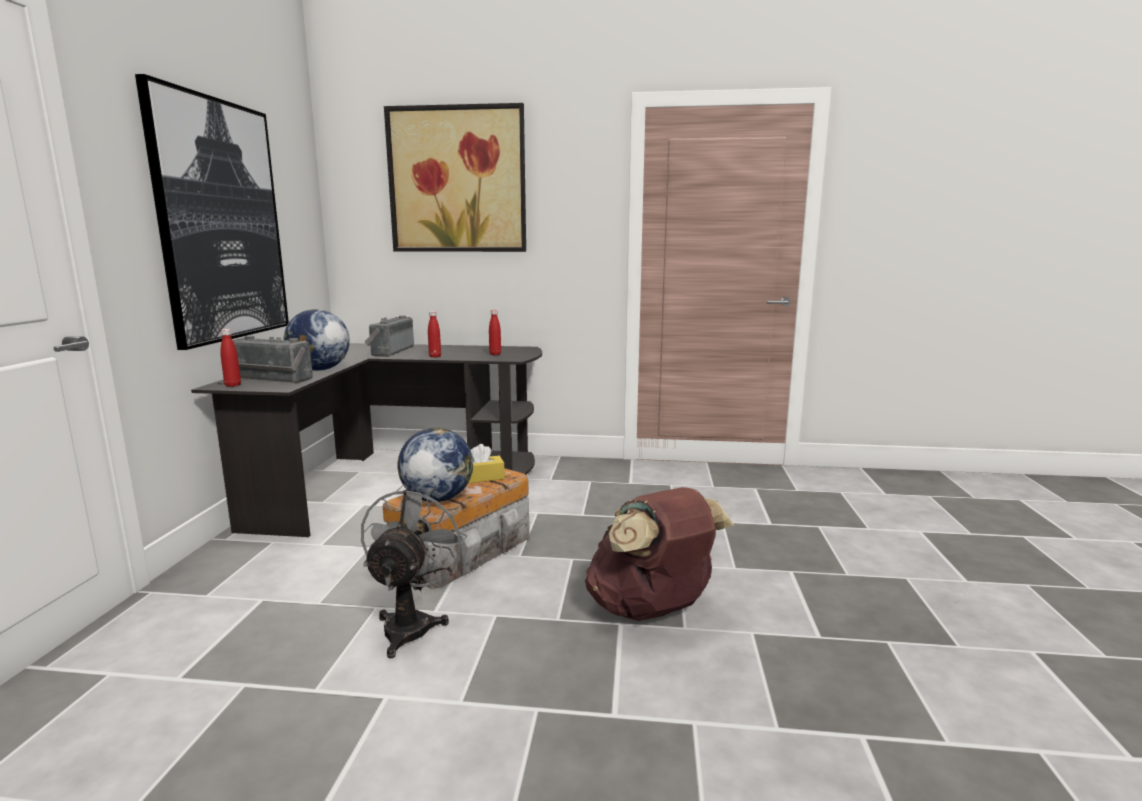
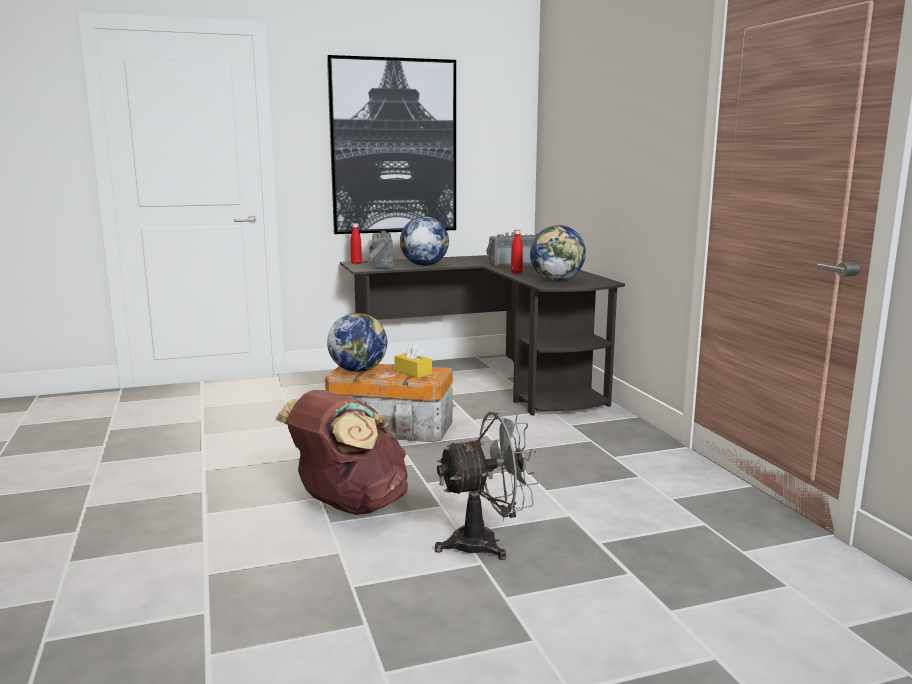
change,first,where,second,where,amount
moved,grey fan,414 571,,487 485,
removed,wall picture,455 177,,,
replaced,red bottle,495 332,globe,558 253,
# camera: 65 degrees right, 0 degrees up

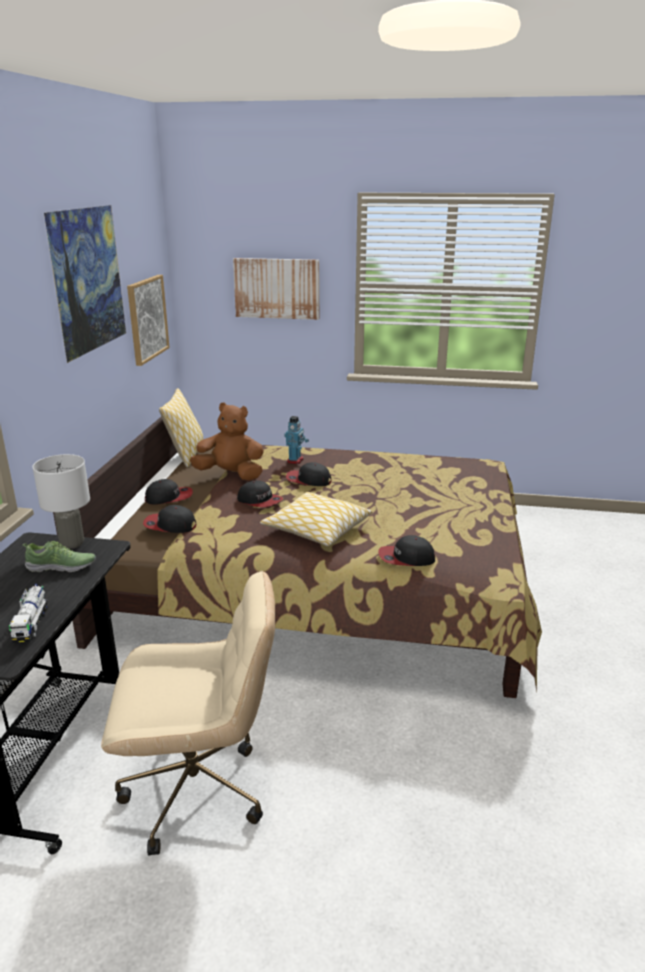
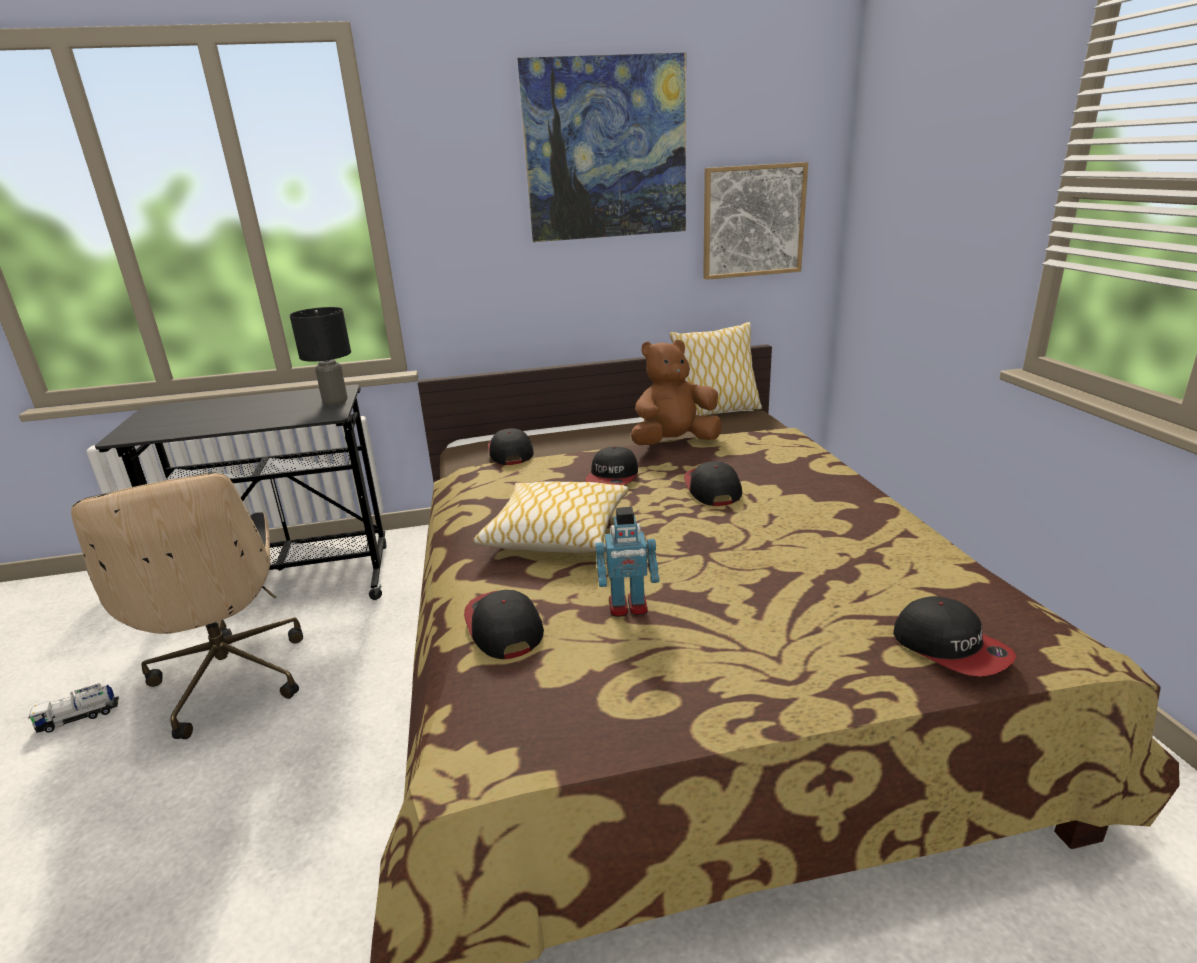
change,first,where,second,where,amount
moved,toy lorry,28 613,,73 708,
removed,item of footwear,59 556,,,
recoloured,white lamp for a table,61 501,black lamp for a table,320 356,
recoloured,beige computer chair,188 713,black computer chair,187 605,
moved,cap,169 492,,955 636,
turned,brownish cuddly toy,227 441,,676 392,105 degrees counterclockwise
removed,wall picture,276 289,,,
moved,toy robot,296 440,,628 562,
# camera: 70 degrees right, 0 degrees up

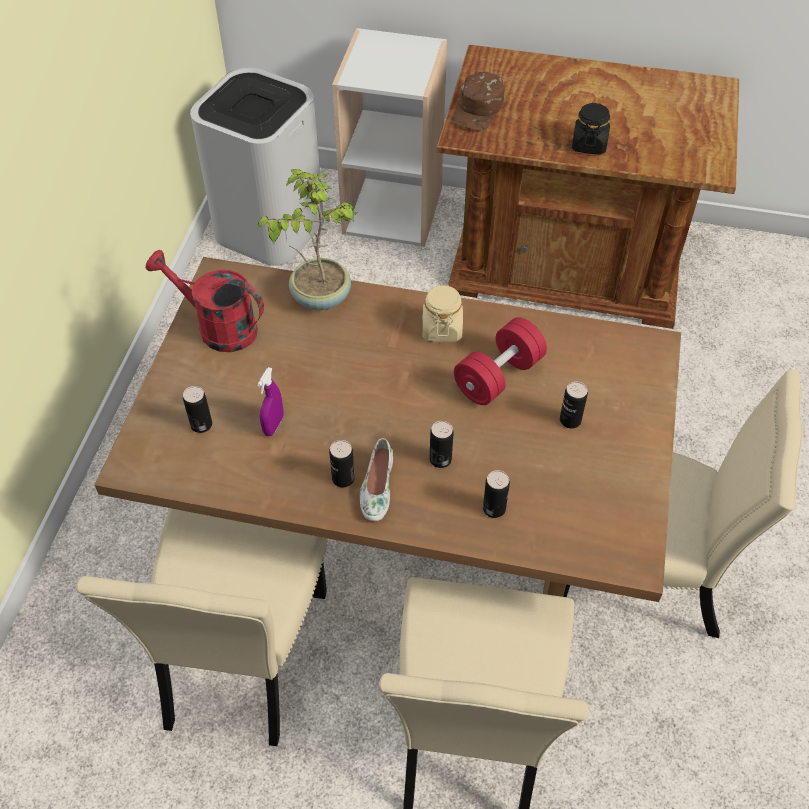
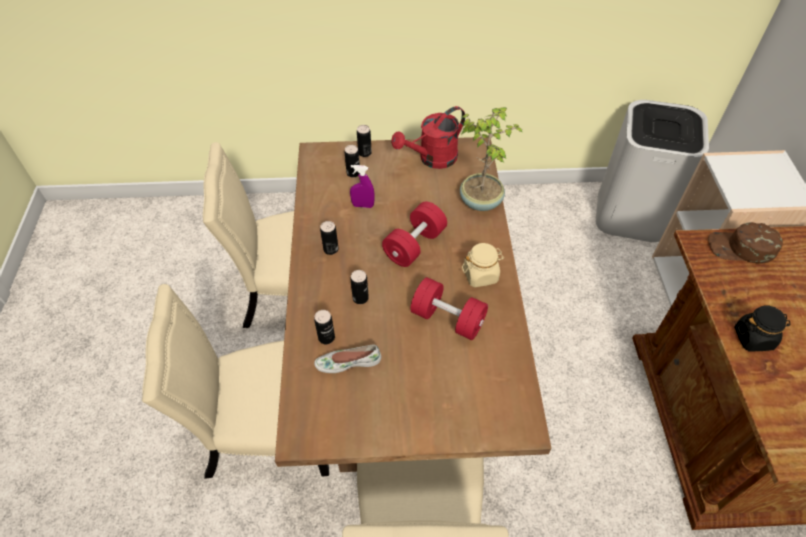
change,first,where,second,where,amount
turned,red sprinkling can,205 301,,428 137,135 degrees counterclockwise
moved,white item of footwear,376 479,,347 359,
moved,can,574 404,,364 141,
added,,,red free weight,414 234,
# camera: 75 degrees right, 0 degrees up

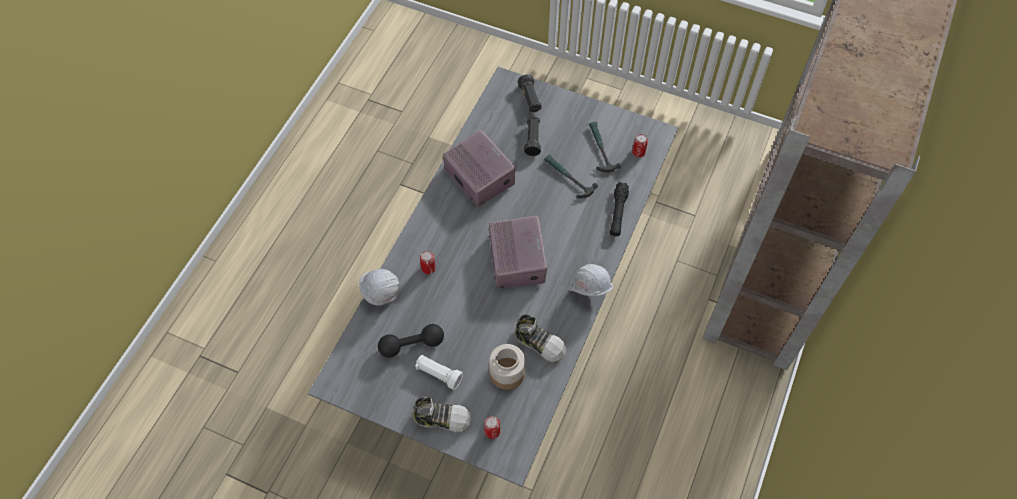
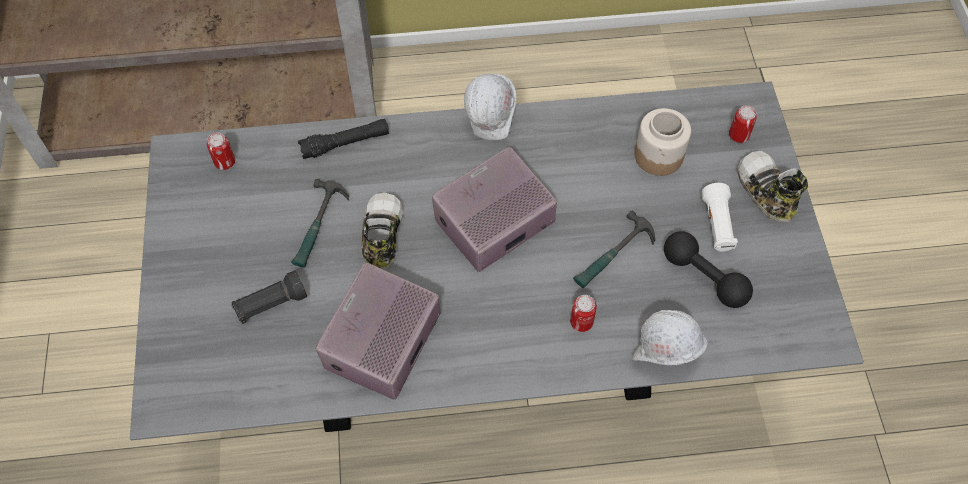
change,first,where,second,where,amount
moved,item of footwear,541 338,,382 231,
removed,black hand torch,529 93,,,
moved,tool hammer,605 147,,614 249,
# camera: 120 degrees left, 0 degrees up

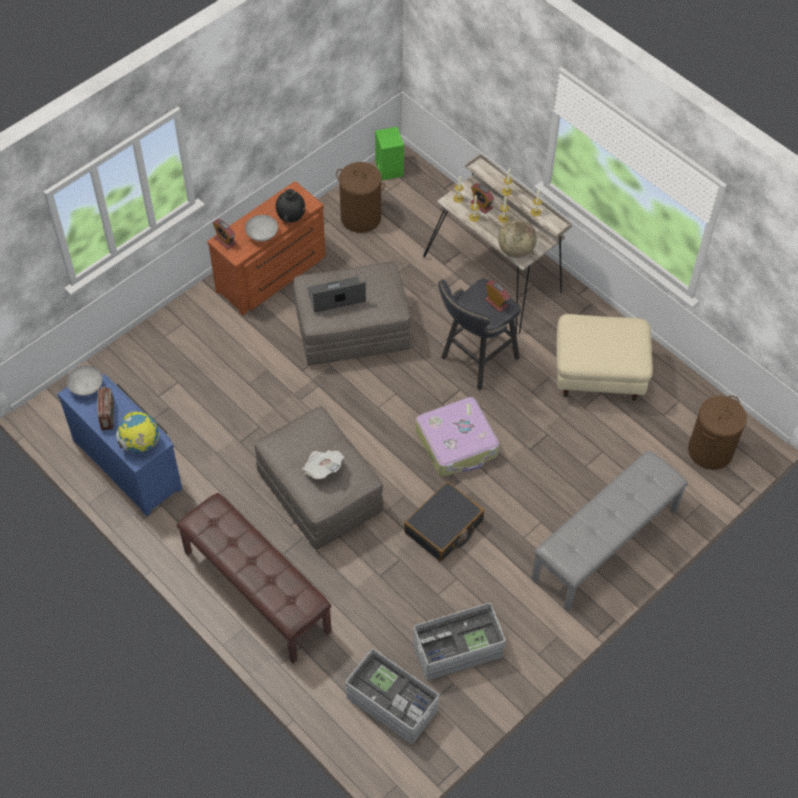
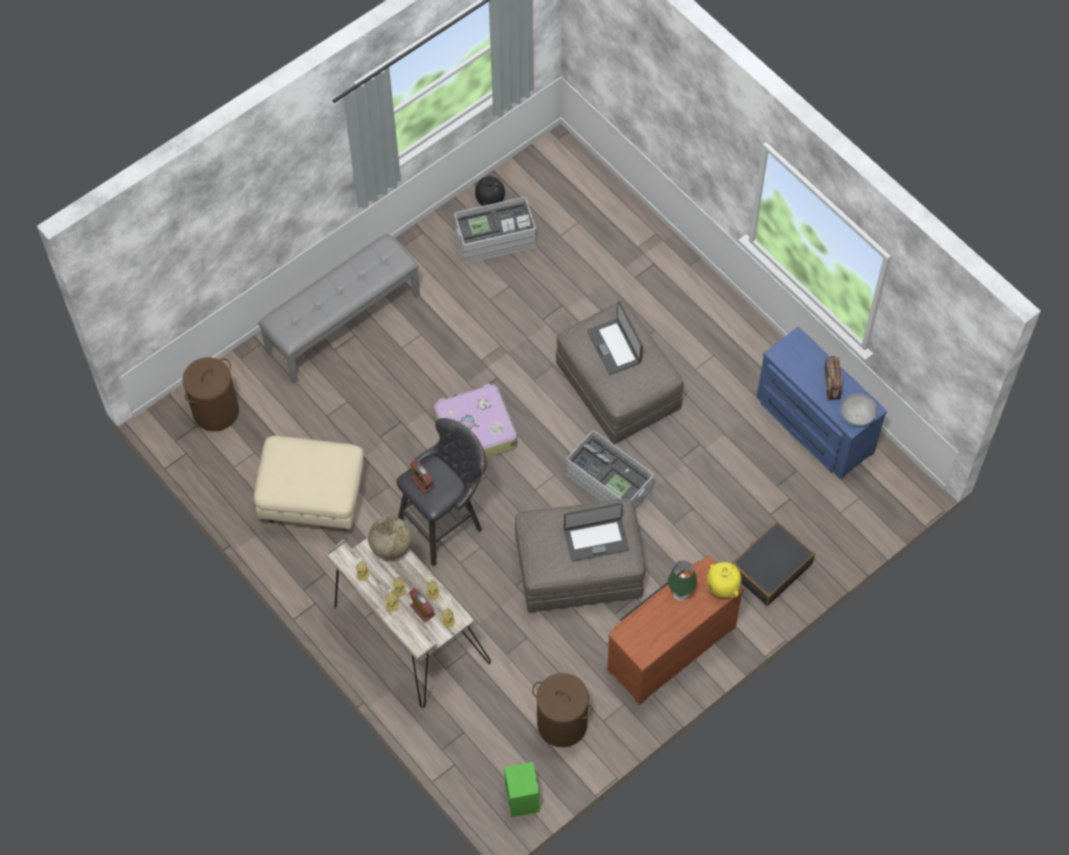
change,first,where,second,where,amount
removed,globe,137 432,,,
removed,brownish long seat,253 578,,,
replaced,alarm clock,225 234,yellow-coloured decorative vase,724 580,
replaced,grey bowl,261 228,greenish lamp for a table,682 581,
moved,black decorative vase,290 206,,490 191,
replaced,daily paper,322 464,portable computer,615 338,
moved,grey storage container,392 696,,610 470,
moved,black suitcase,444 521,,773 564,
# camera: 175 degrees left, 5 degrees up

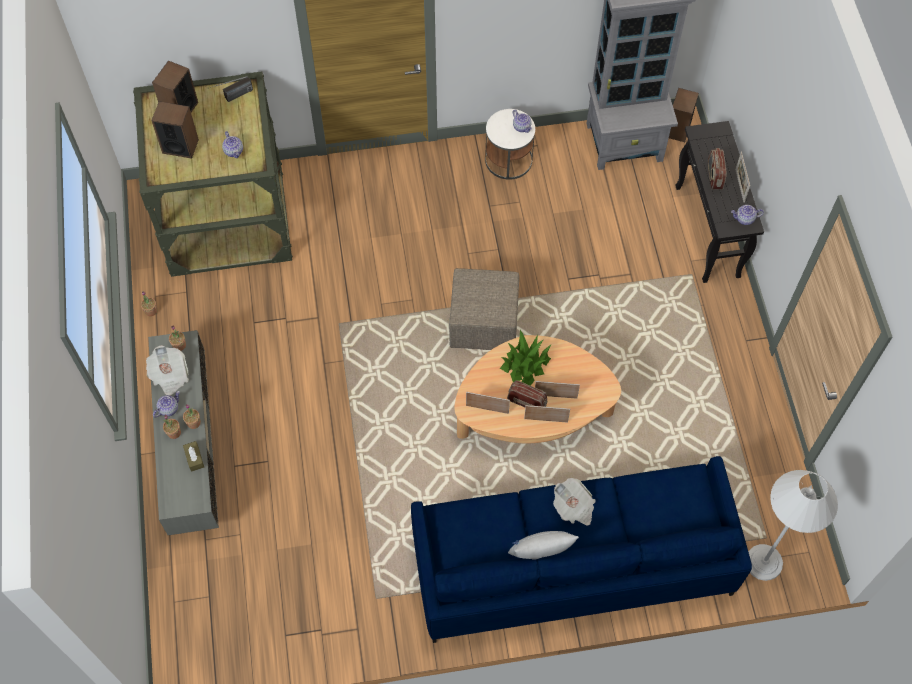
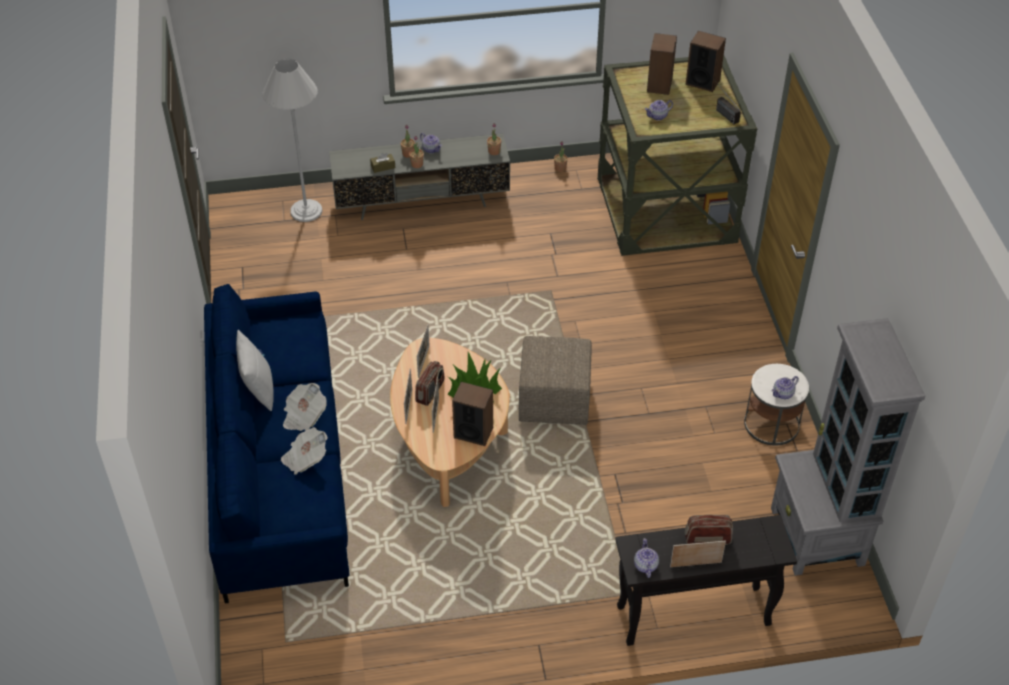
change,first,where,second,where,amount
moved,daily paper,167 370,,304 451,
moved,loudspeaker,684 115,,472 414,
moved,white standing lamp,793 525,,292 140,
# camera: 90 degrees right, 15 degrees down

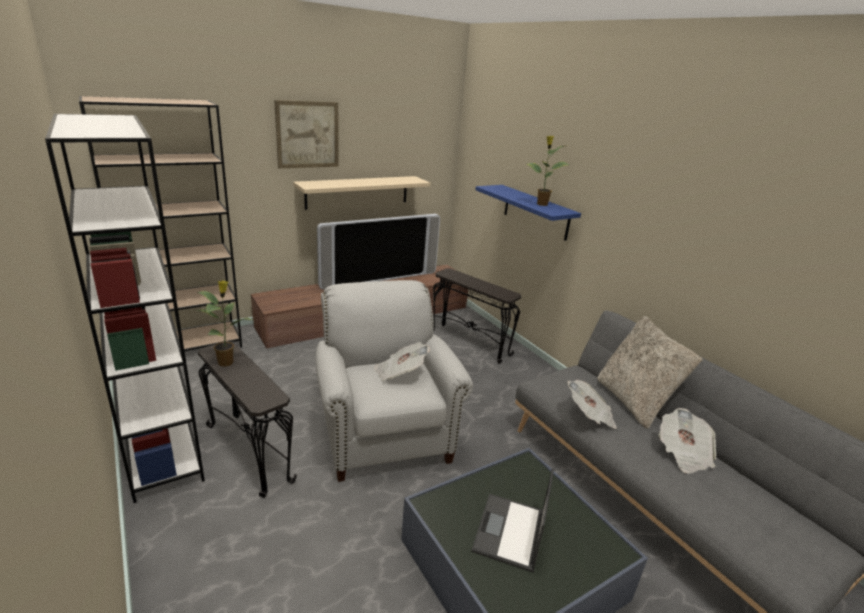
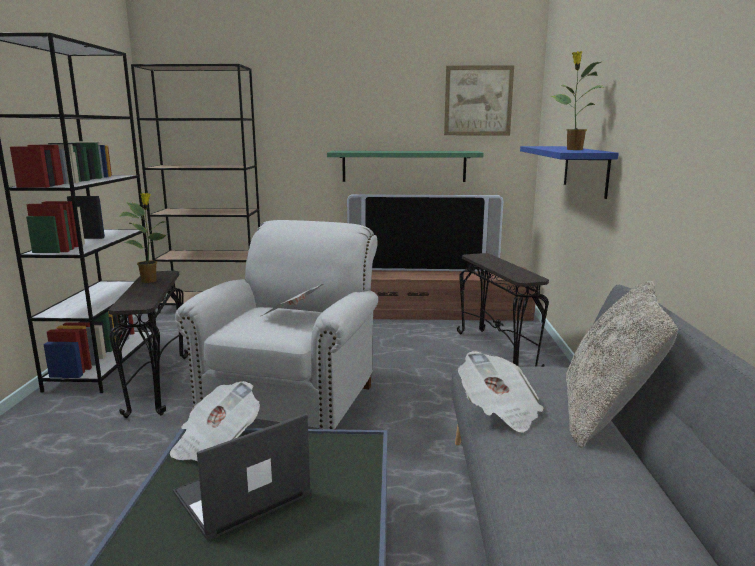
change,first,where,second,where,amount
moved,wall picture,306 134,,479 100,
recoloured,beige bracket shelf,361 193,greenish bracket shelf,405 166,
moved,daily paper,687 440,,215 421,
# camera: 35 degrees right, 10 degrees down

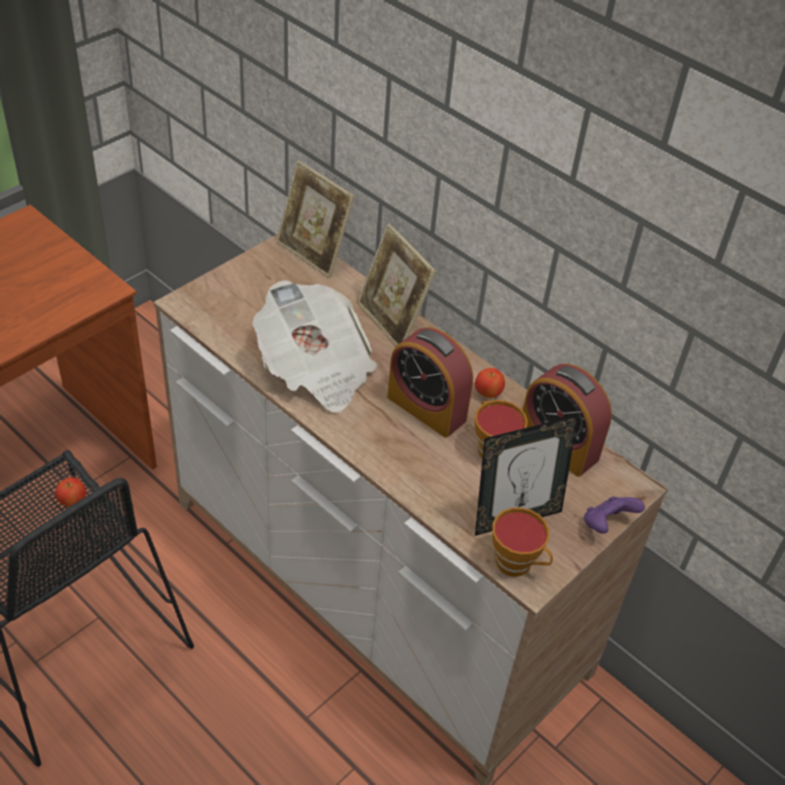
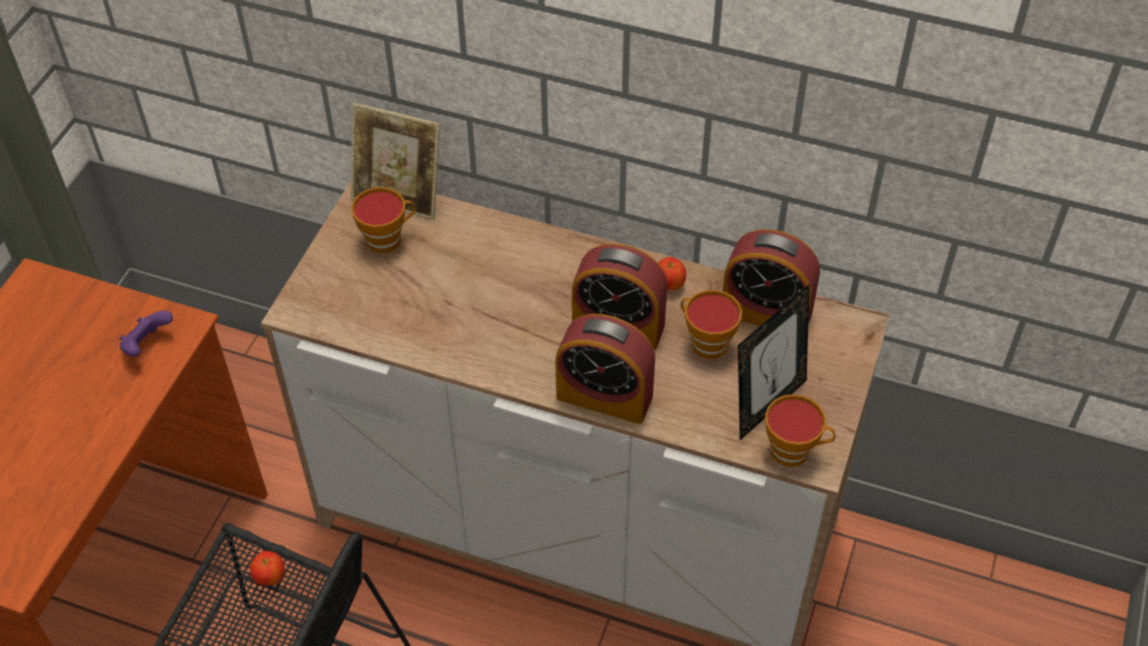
change,first,where,second,where,amount
removed,daily paper,315 346,,,
removed,picture frame,396 284,,,
moved,purple joypad,614 515,,146 333,
added,,,cup,383 220,
added,,,alarm clock,605 369,
# camera: 20 degrees left, 5 degrees up

